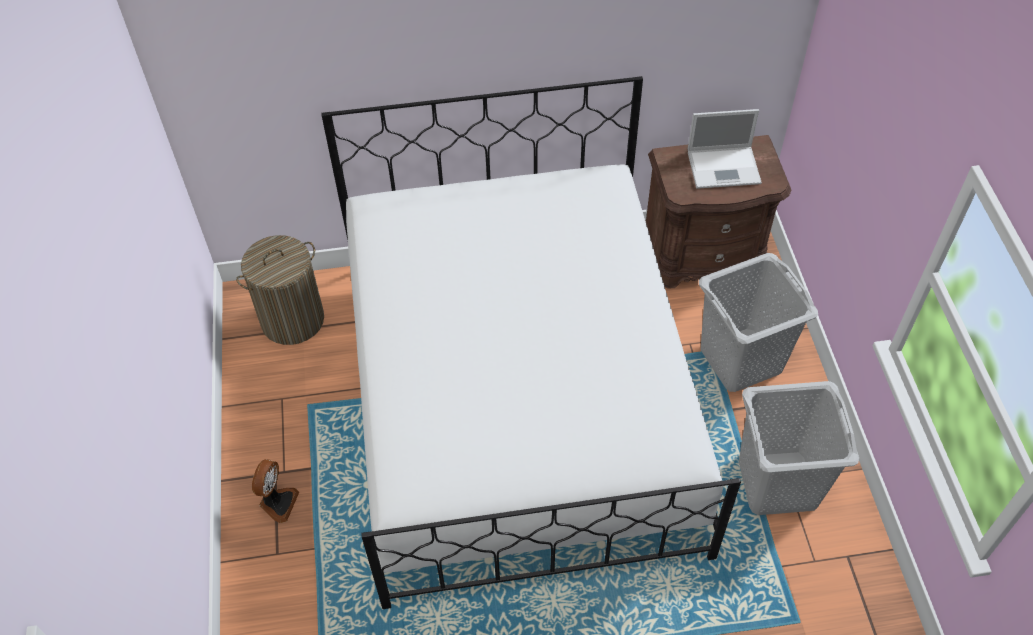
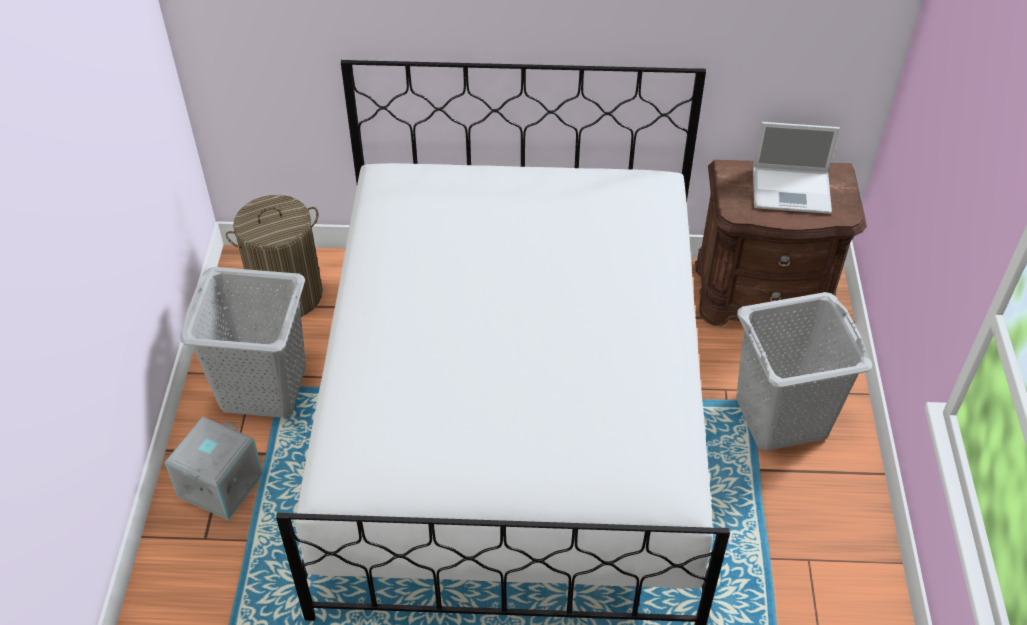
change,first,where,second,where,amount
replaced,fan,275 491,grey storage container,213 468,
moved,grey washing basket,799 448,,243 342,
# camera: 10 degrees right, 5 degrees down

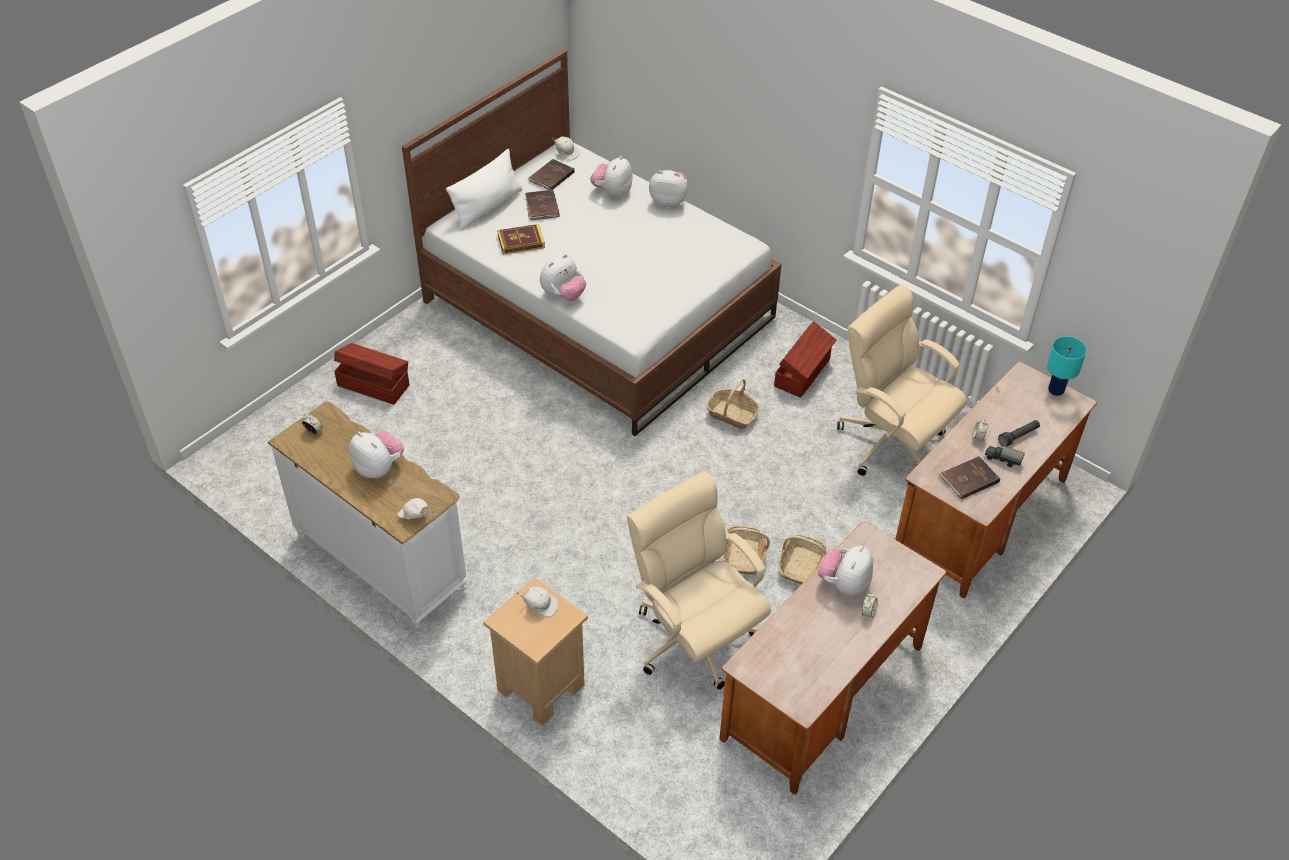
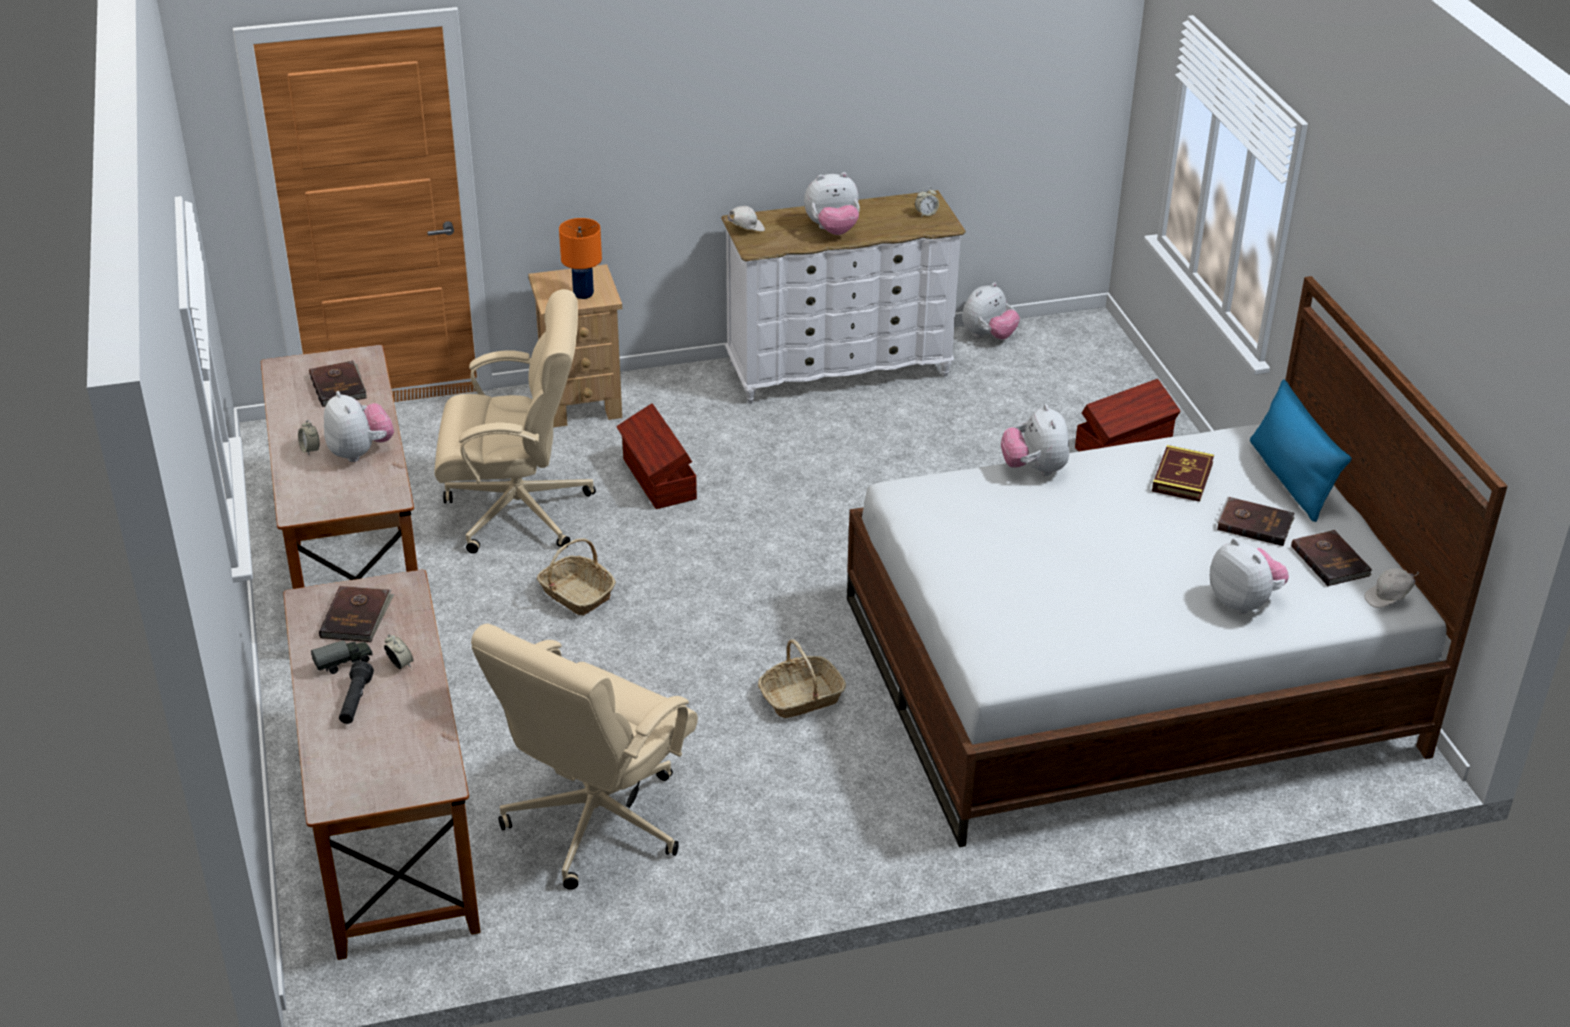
change,first,where,second,where,amount
recoloured,white cushion,484 189,bluish cushion,1301 450,
replaced,white cap,537 602,orangey lamp for a table,580 258,
moved,cuddly toy,668 189,,991 311,
moved,brownish storage container,805 359,,656 456,
removed,household basket,803 559,,,
turned,beige computer chair,902 380,,584 757,135 degrees clockwise
removed,turquoise lamp for a table,1067 366,,,
added,,,brownish book,338 383,
# camera: 125 degrees right, 10 degrees down

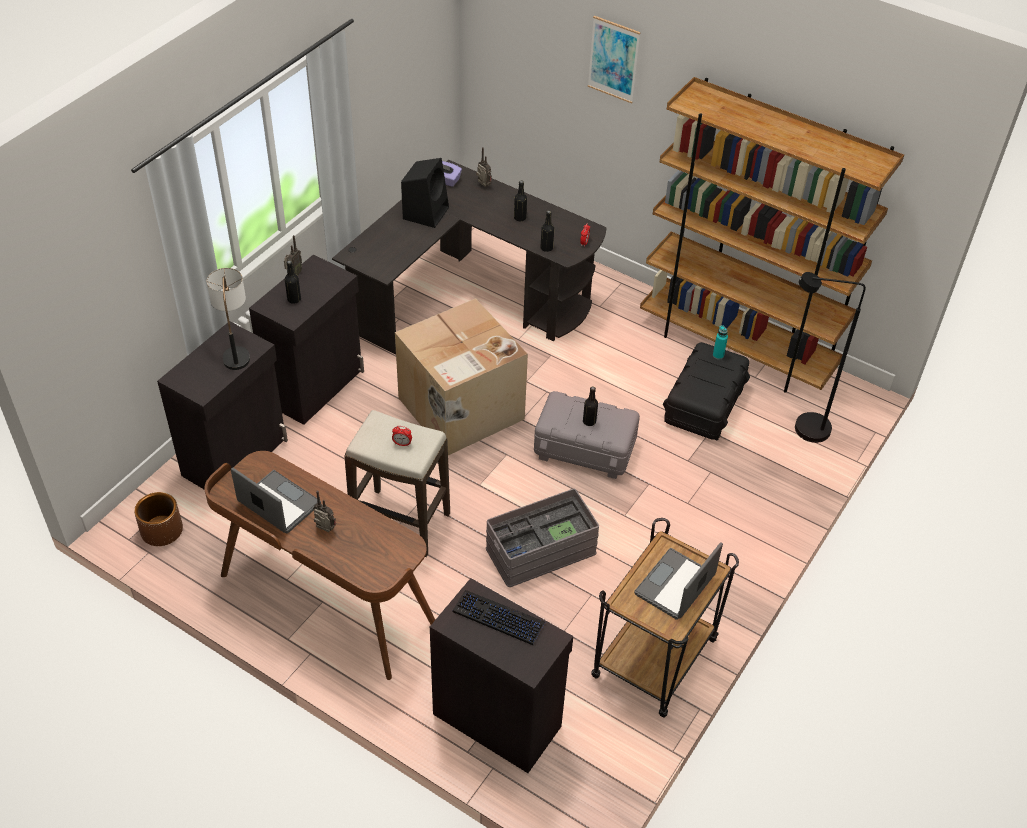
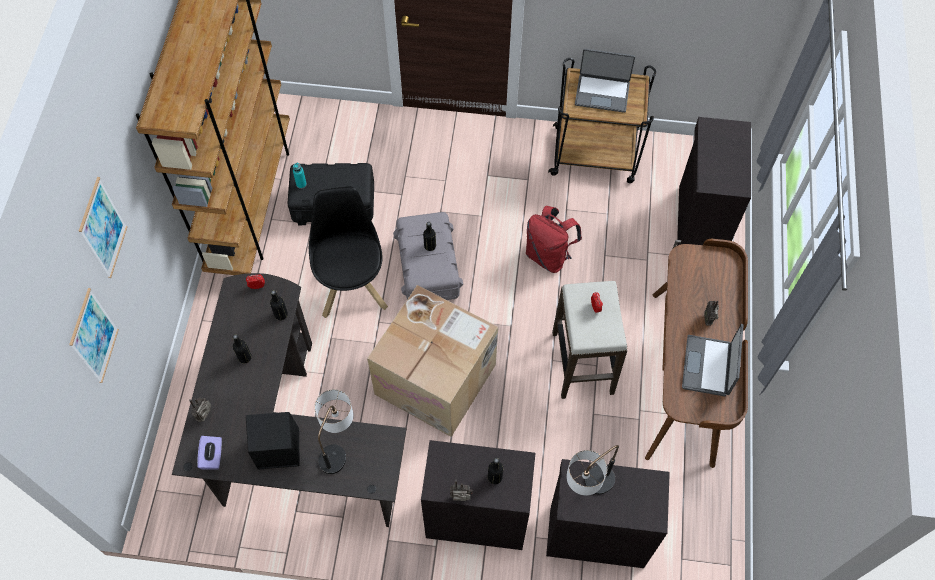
change,first,where,second,where,amount
removed,brownish plant pot,158 519,,,
removed,computer keyboard,499 617,,,
replaced,grey storage container,542 538,red backpack,554 239,
removed,black standing lamp,830 357,,,
added,,,wall picture,94 335,
added,,,black plain chair,348 252,
added,,,lamp for a table,334 431,
# camera: 115 degrees left, 15 degrees up

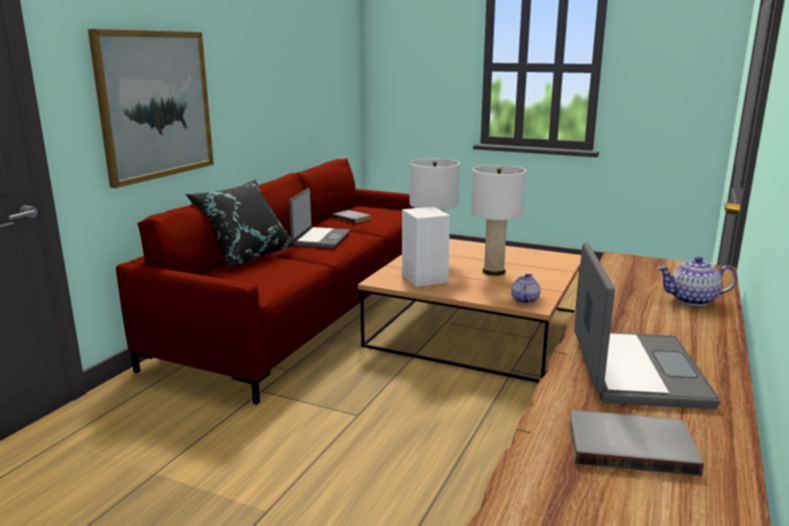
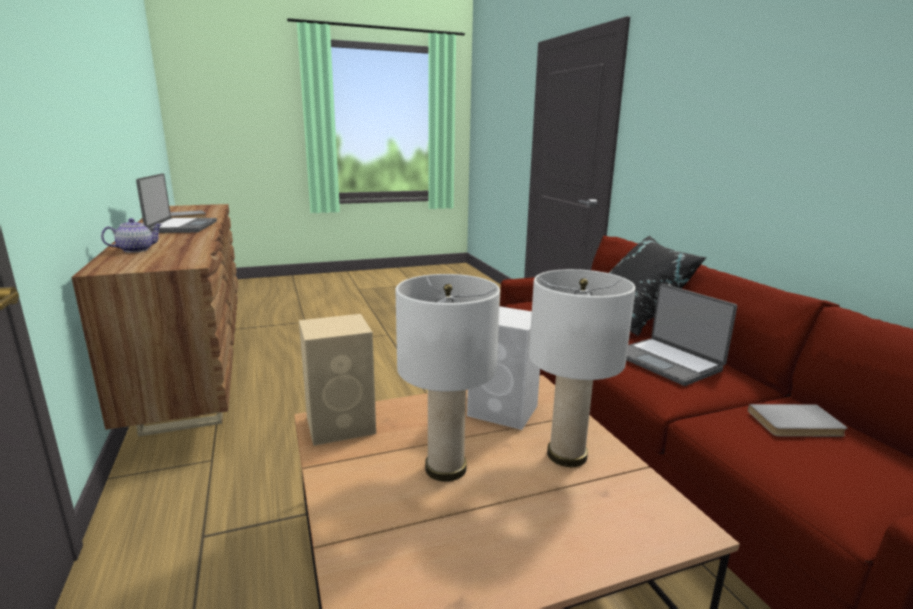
change,first,where,second,where,amount
removed,wall picture,151 108,,,
replaced,tea pot,525 289,beige loudspeaker,337 380,
turned,portable computer,647 326,,176 203,150 degrees counterclockwise
# camera: 135 degrees right, 0 degrees up

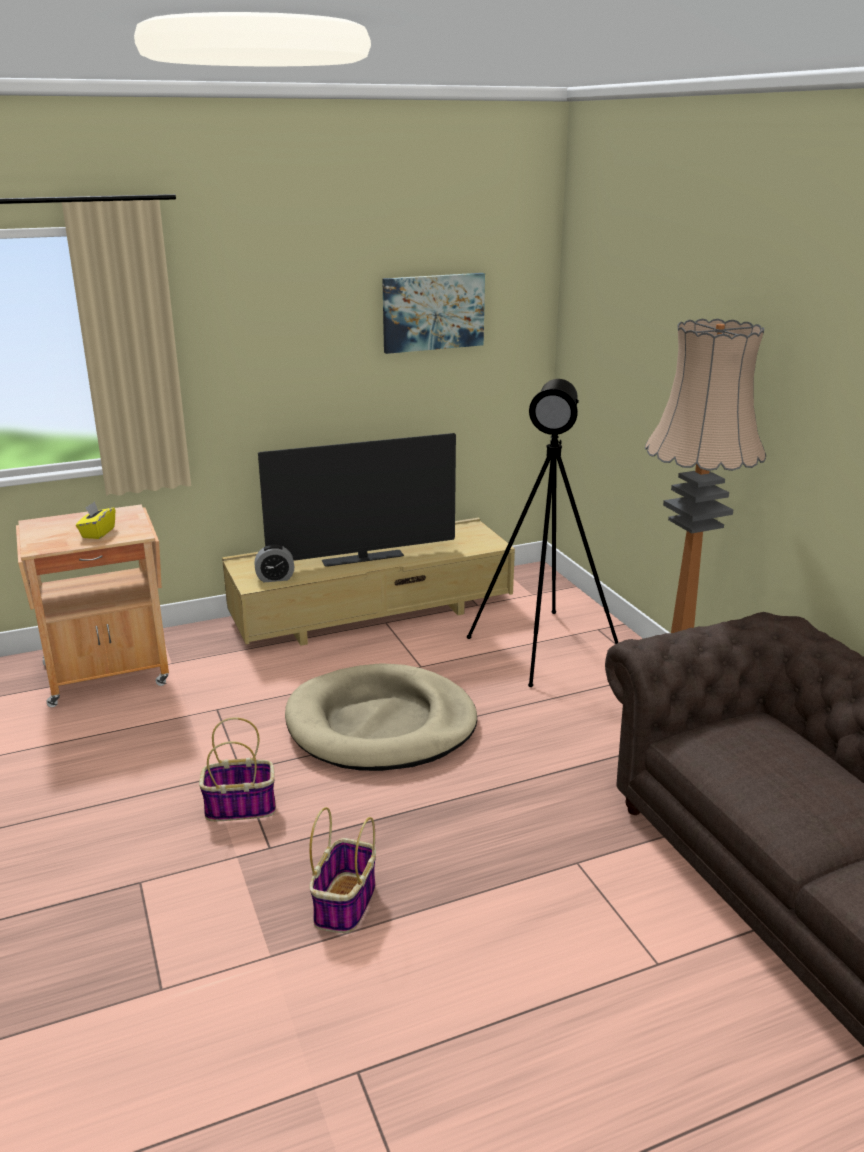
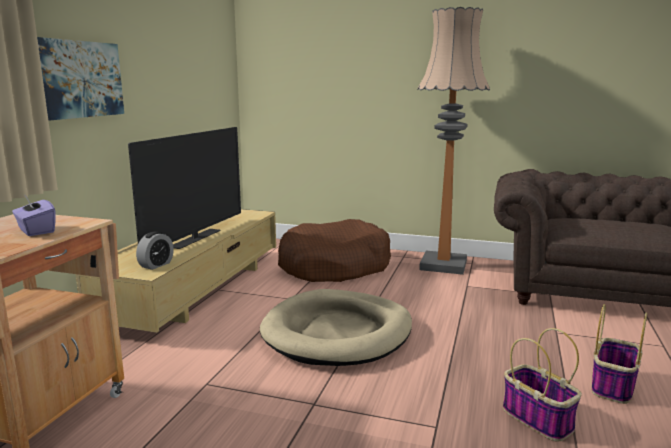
change,first,where,second,where,amount
recoloured,yellow-coloured tissue holder,95 520,purple tissue holder,34 216,
moved,household basket,237 769,,619 354,
moved,wall picture,433 313,,80 79,
replaced,black standing lamp,542 533,brownish dog bed,334 250,
# camera: 50 degrees left, 10 degrees down

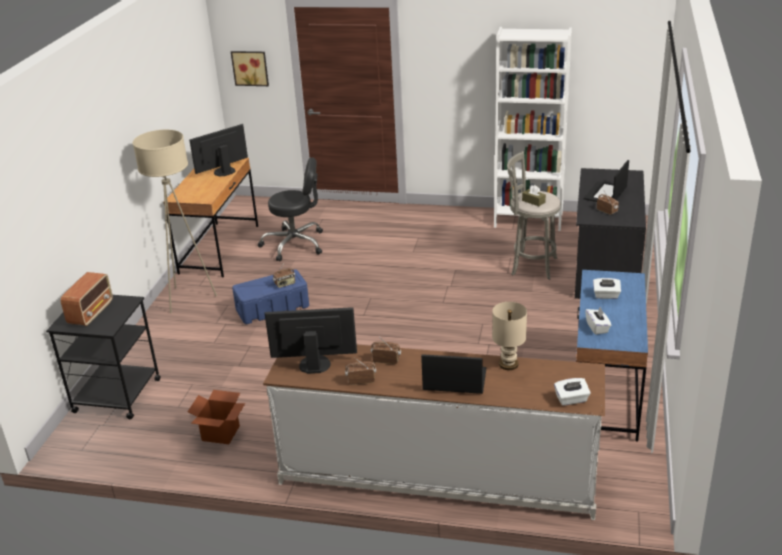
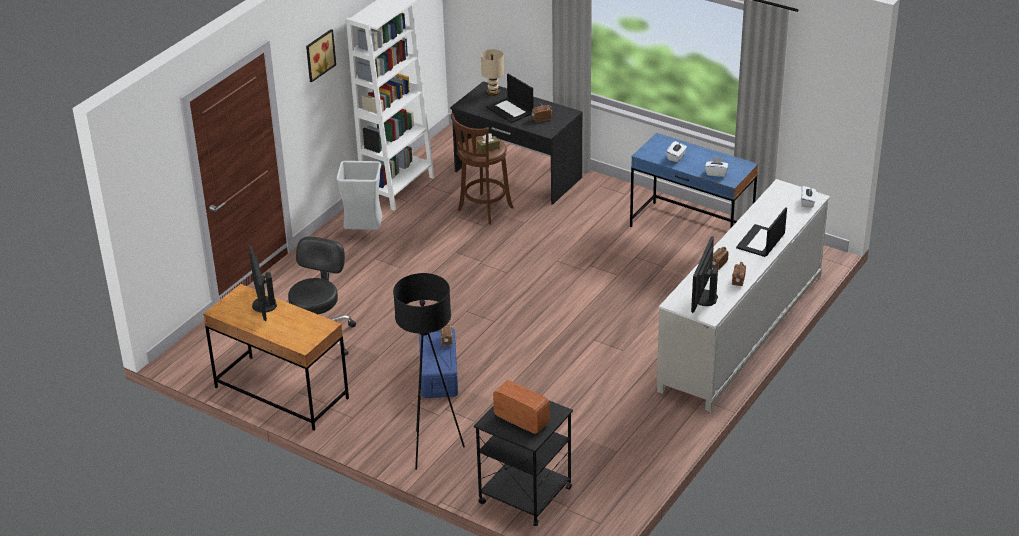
change,first,where,second,where,amount
removed,beige standing lamp,175 221,,,
removed,packing box,216 417,,,
moved,wall picture,250 68,,321 55,
recoloured,brownish cupboard,434 432,white cupboard,743 295,
moved,beige lamp for a table,509 336,,492 72,
recoloured,grey stool seat,534 215,brownish stool seat,482 169,
added,,,grey rubbish bin,359 195,
added,,,black standing lamp,429 371,
# camera: 70 degrees left, 5 degrees up

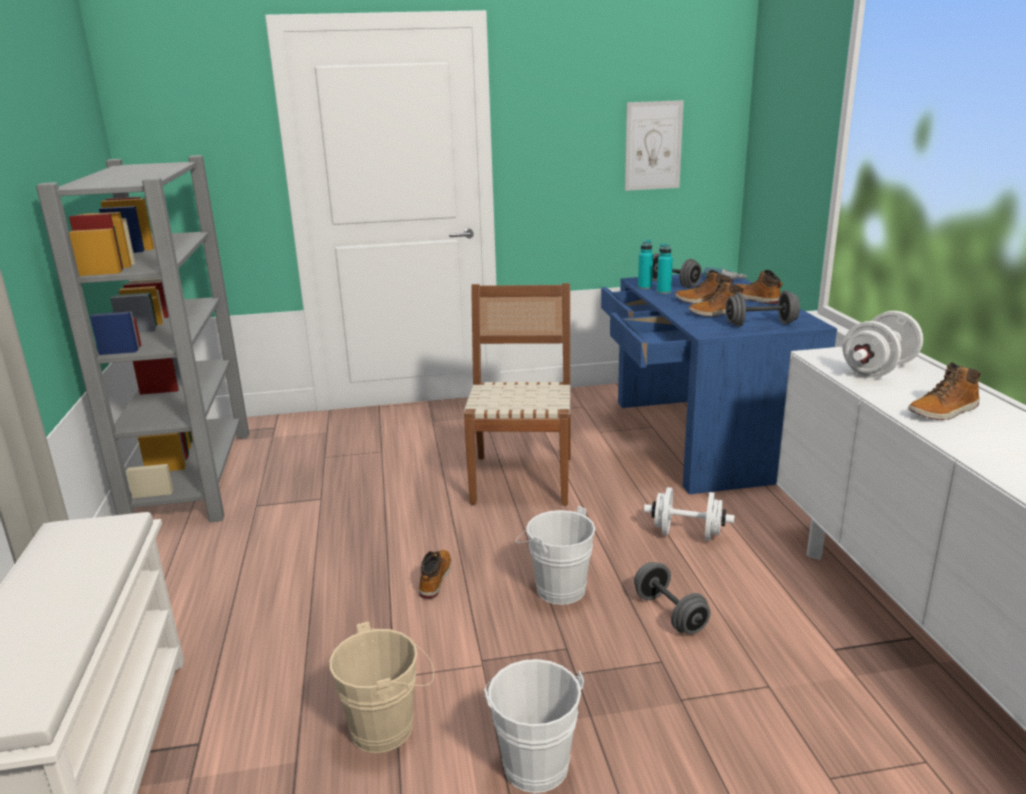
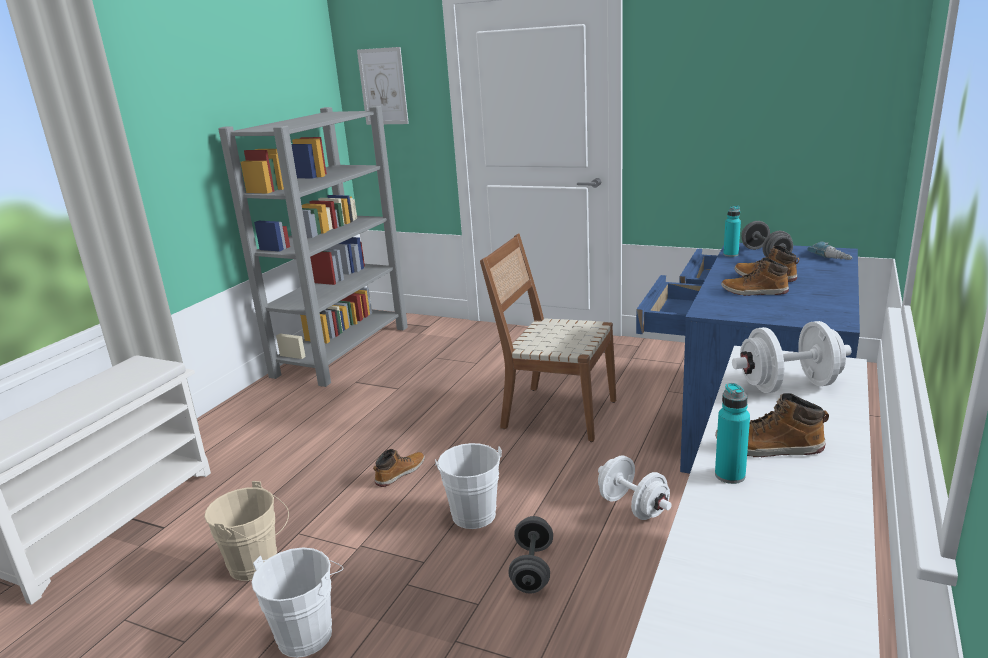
change,first,where,second,where,amount
turned,plain chair,517 394,,548 338,105 degrees counterclockwise
moved,wall picture,654 145,,383 86,
moved,turquoise bottle,665 268,,732 433,
removed,grey free weight,763 308,,,
removed,tall boot,759 287,,,
# camera: 35 degrees right, 0 degrees up

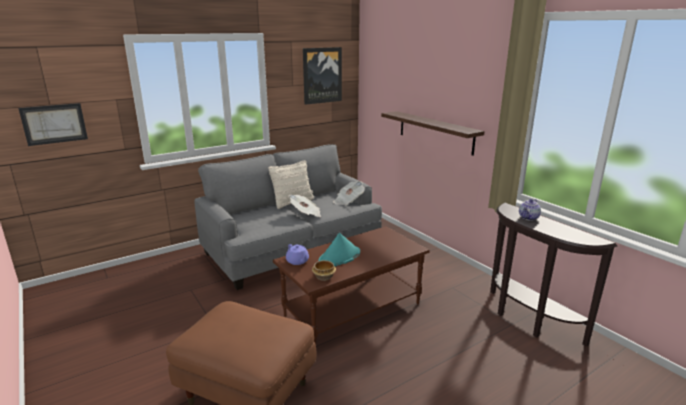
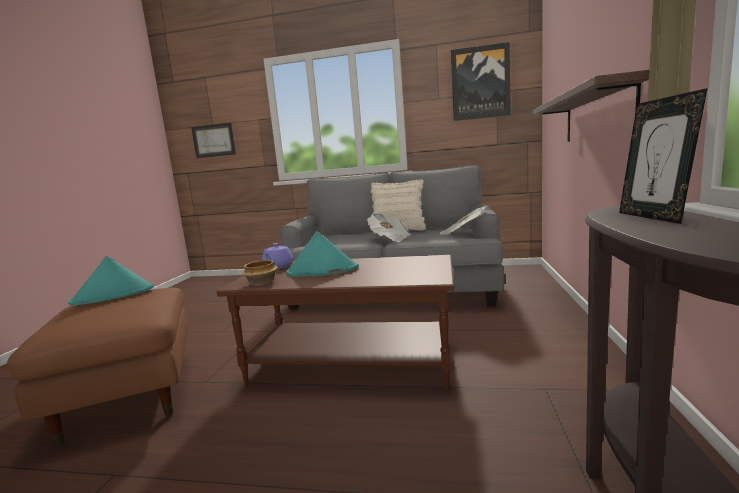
change,first,where,second,where,amount
replaced,tea pot,530 210,picture frame,663 156,
added,,,turquoise clothing hat,111 280,
# camera: 45 degrees right, 10 degrees down

